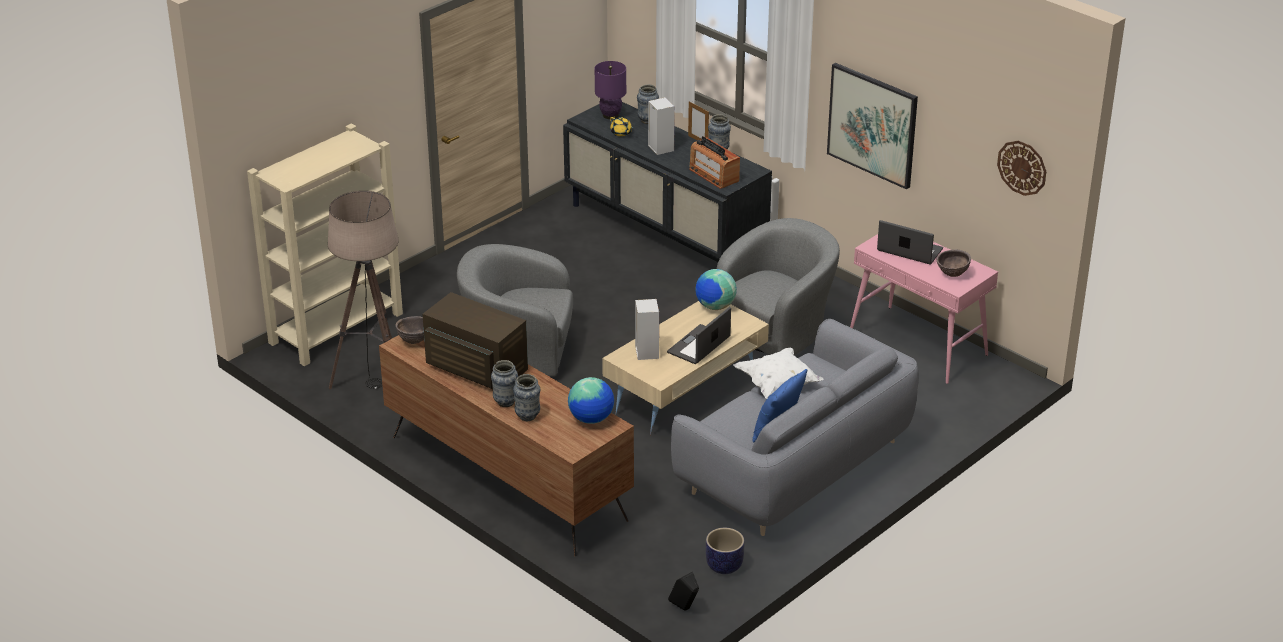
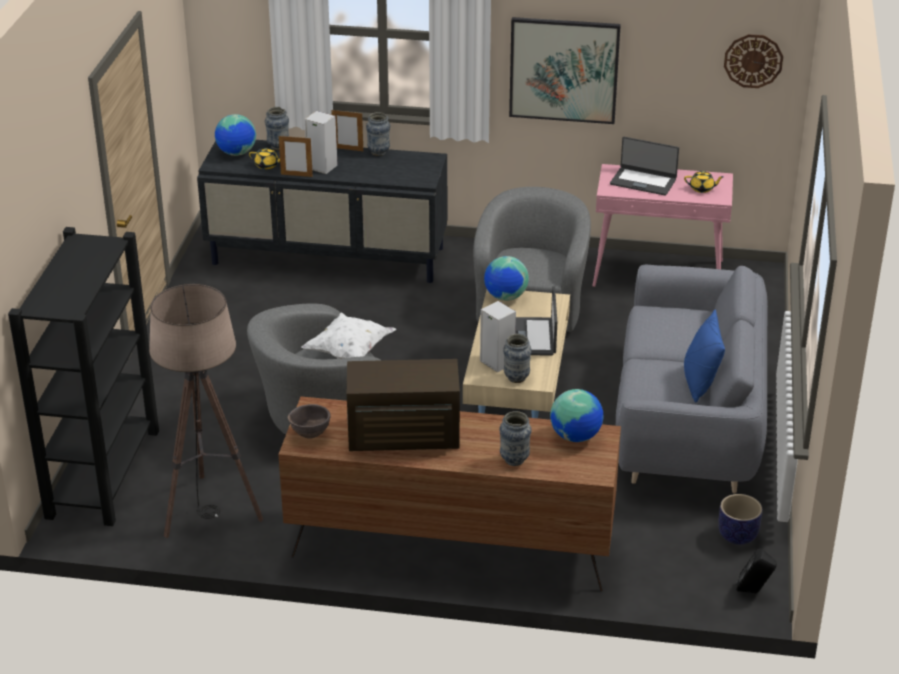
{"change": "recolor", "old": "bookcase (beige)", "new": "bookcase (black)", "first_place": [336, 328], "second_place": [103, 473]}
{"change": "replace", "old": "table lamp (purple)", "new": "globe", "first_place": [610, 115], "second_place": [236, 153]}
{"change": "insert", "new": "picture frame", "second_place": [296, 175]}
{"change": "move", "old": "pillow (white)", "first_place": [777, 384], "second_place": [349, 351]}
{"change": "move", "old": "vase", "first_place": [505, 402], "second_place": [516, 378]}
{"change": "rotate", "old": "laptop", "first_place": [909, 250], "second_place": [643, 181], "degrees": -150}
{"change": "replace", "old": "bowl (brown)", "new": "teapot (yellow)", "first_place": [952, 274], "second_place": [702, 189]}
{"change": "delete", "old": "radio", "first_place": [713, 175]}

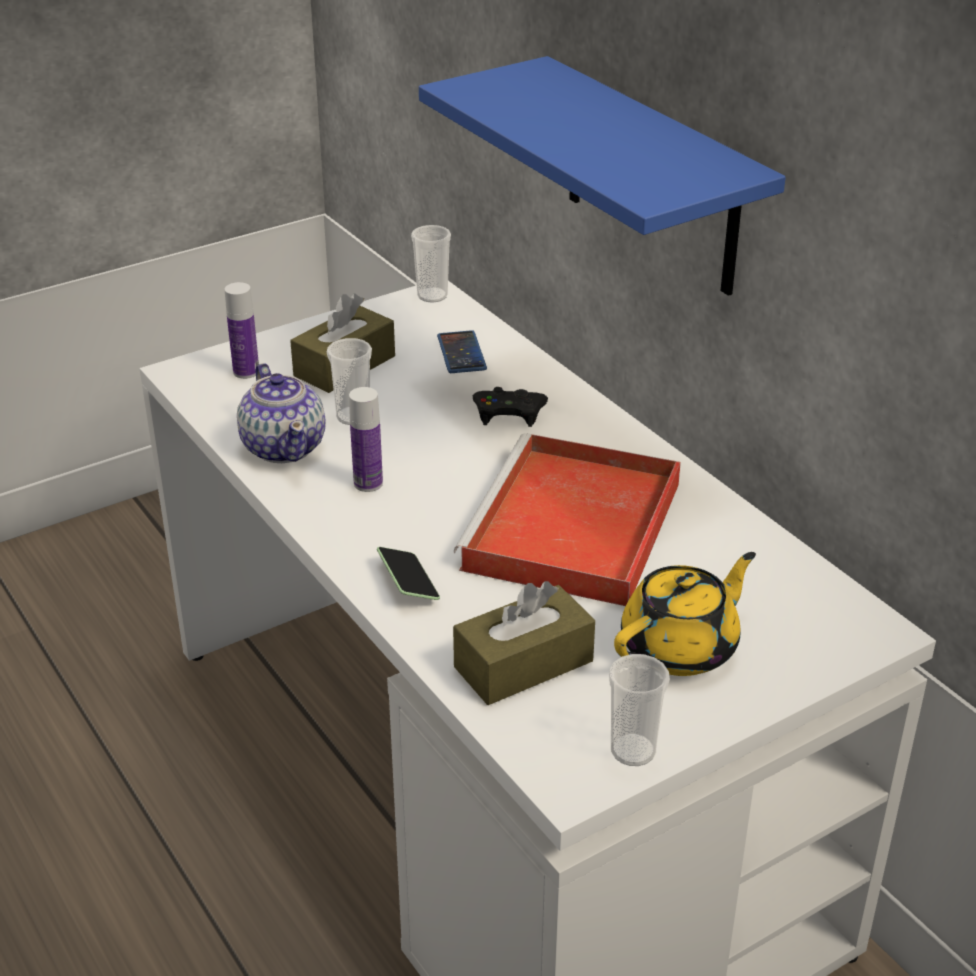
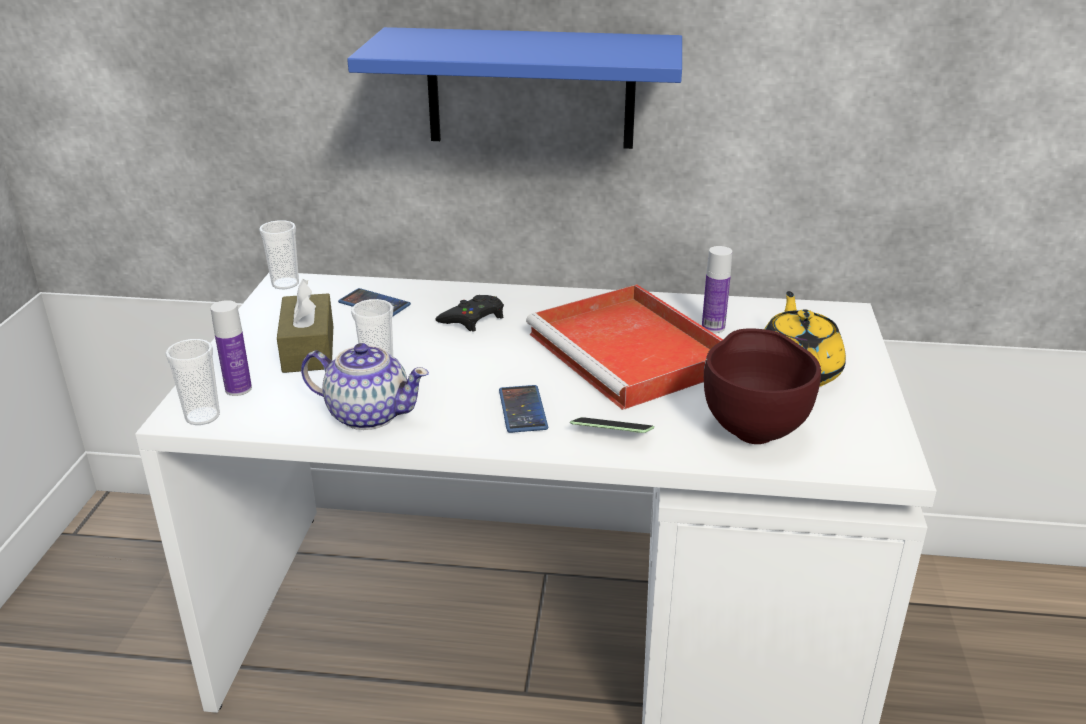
{"change": "move", "old": "cup", "first_place": [633, 751], "second_place": [202, 416]}
{"change": "insert", "new": "phone", "second_place": [522, 410]}
{"change": "move", "old": "bottle", "first_place": [368, 483], "second_place": [713, 327]}
{"change": "replace", "old": "tissue box (brown)", "new": "bowl (brown)", "first_place": [523, 664], "second_place": [753, 430]}

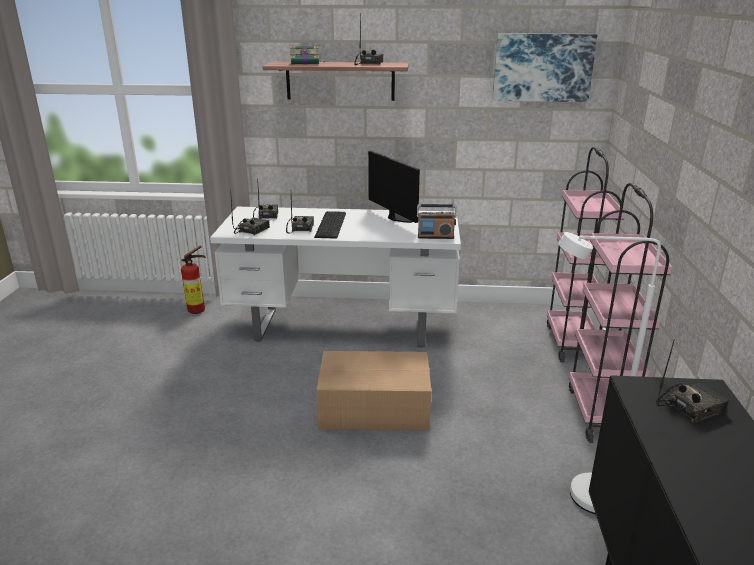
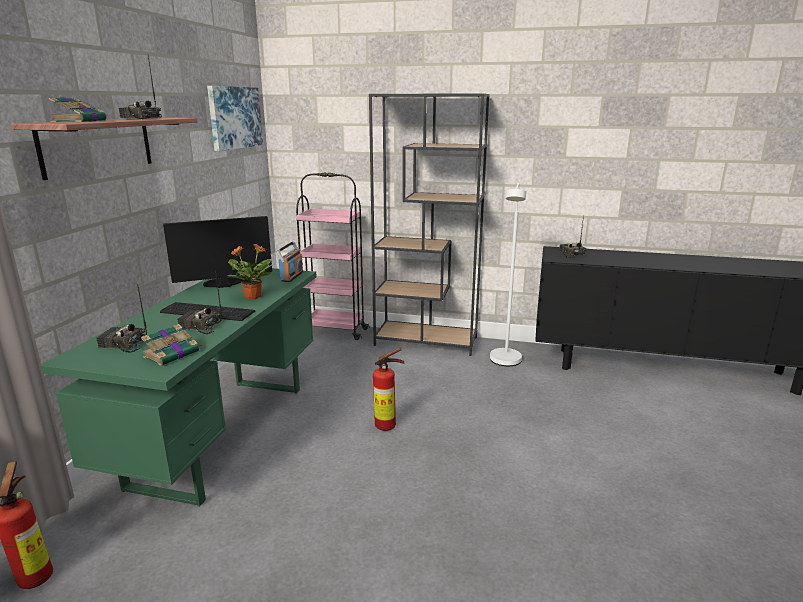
{"change": "recolor", "old": "desk (white)", "new": "desk (green)", "first_place": [343, 327], "second_place": [223, 432]}
{"change": "replace", "old": "radio", "new": "book", "first_place": [251, 230], "second_place": [172, 354]}
{"change": "insert", "new": "potted plant", "second_place": [252, 297]}
{"change": "replace", "old": "cart (pink)", "new": "bookcase", "first_place": [599, 415], "second_place": [426, 341]}
{"change": "replace", "old": "cardboard box", "new": "fire extinguisher", "first_place": [376, 408], "second_place": [388, 426]}

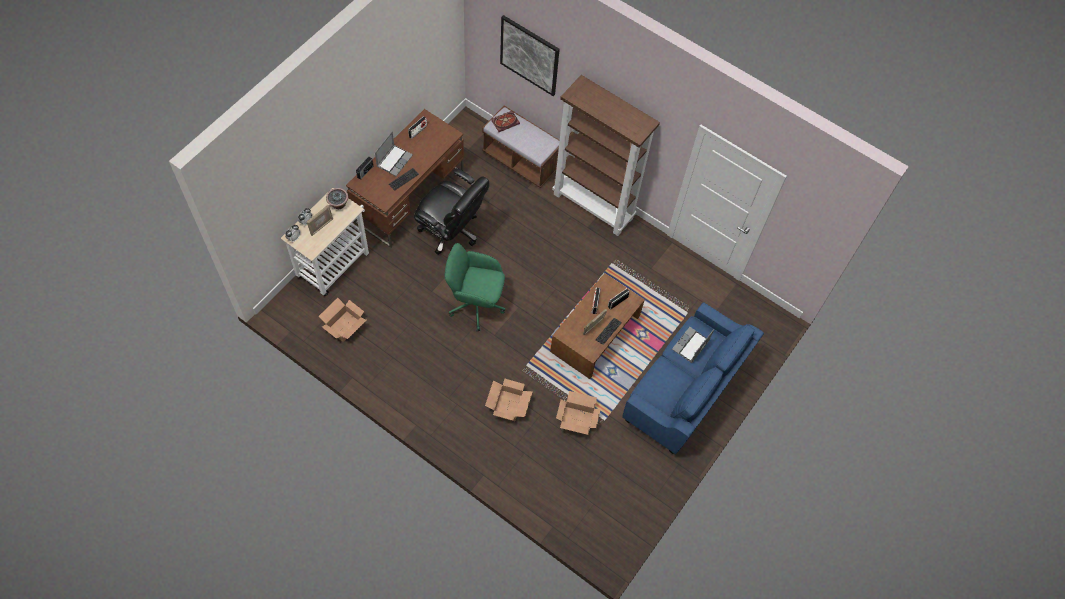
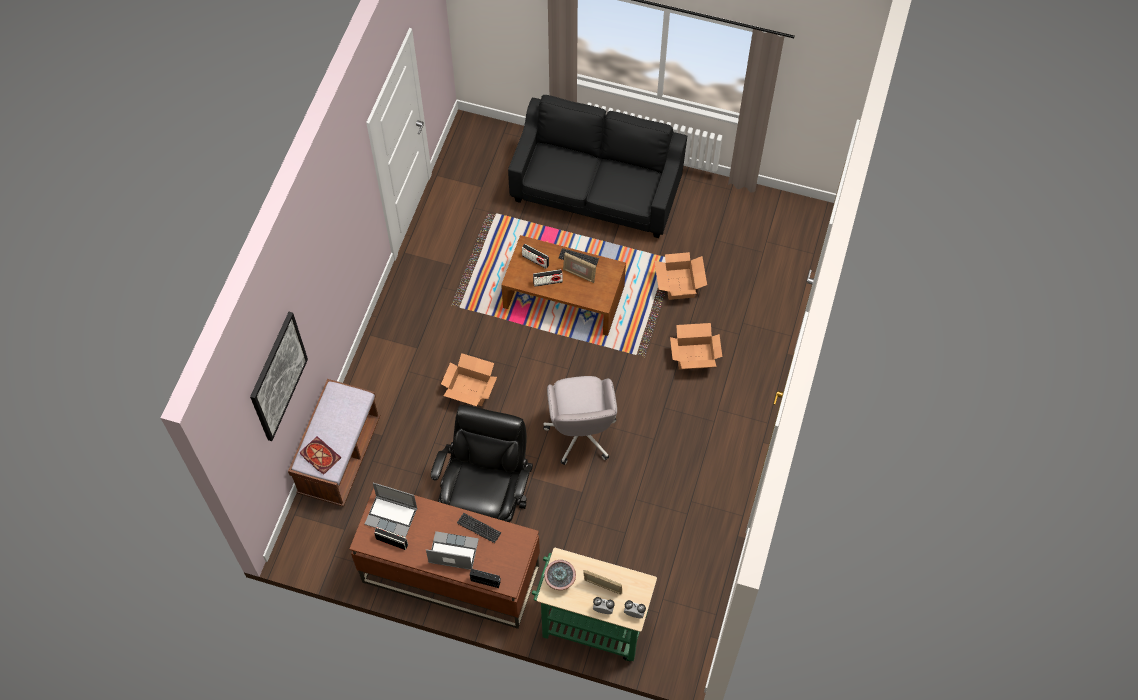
{"change": "move", "old": "laptop", "first_place": [690, 346], "second_place": [392, 516]}
{"change": "move", "old": "cardboard box", "first_place": [345, 326], "second_place": [470, 389]}
{"change": "recolor", "old": "sofa (blue)", "new": "sofa (black)", "first_place": [684, 390], "second_place": [596, 193]}
{"change": "recolor", "old": "cart (white)", "new": "cart (green)", "first_place": [334, 264], "second_place": [592, 626]}
{"change": "recolor", "old": "office chair (green)", "new": "office chair (grey)", "first_place": [475, 305], "second_place": [581, 435]}
{"change": "delete", "old": "bookcase (brown)", "first_place": [594, 206]}

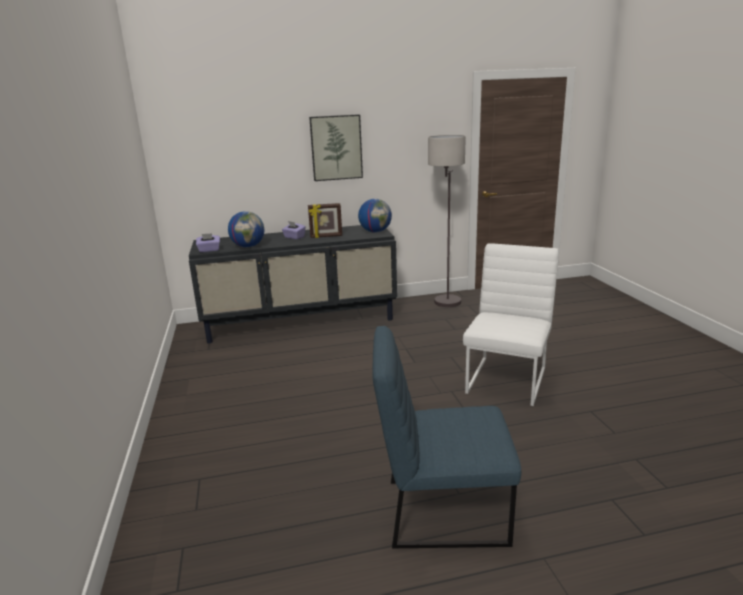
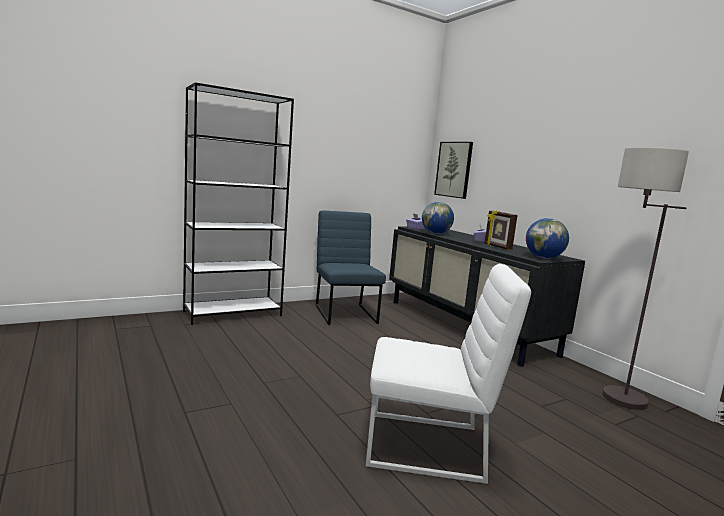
{"change": "insert", "new": "bookcase (white)", "second_place": [233, 313]}
{"change": "move", "old": "chair (blue)", "first_place": [441, 510], "second_place": [345, 313]}
{"change": "move", "old": "picture", "first_place": [336, 147], "second_place": [454, 169]}

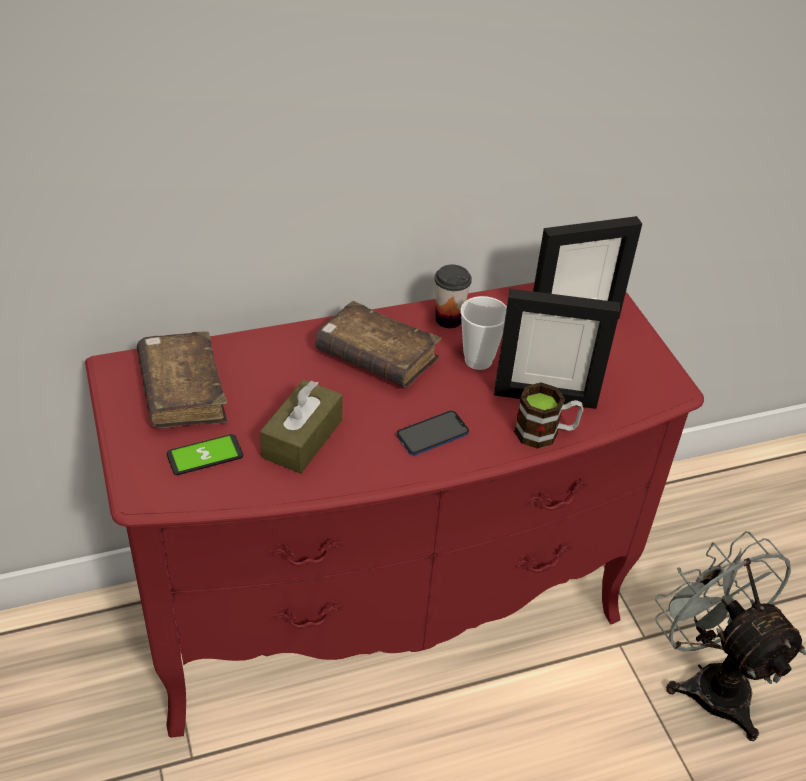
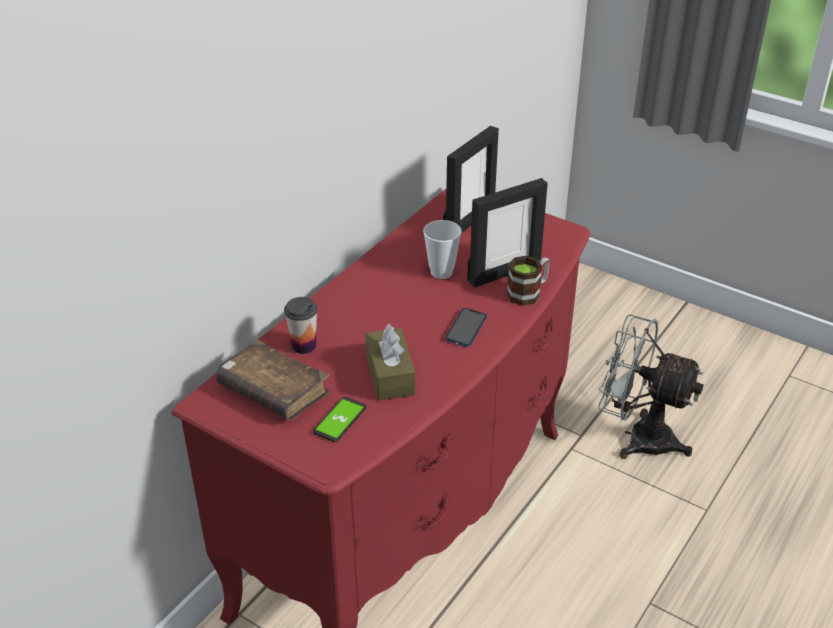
{"change": "move", "old": "cup", "first_place": [448, 319], "second_place": [303, 346]}
{"change": "delete", "old": "book (brown)", "first_place": [377, 357]}

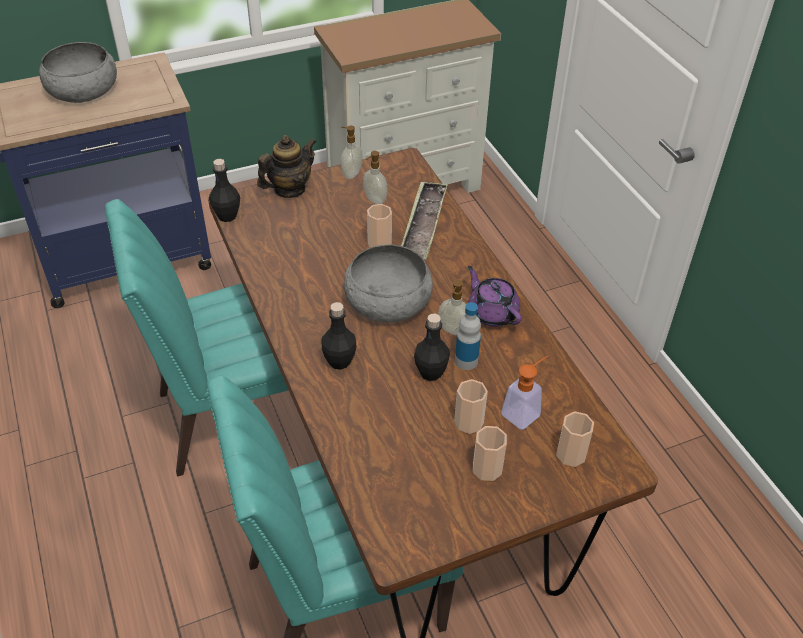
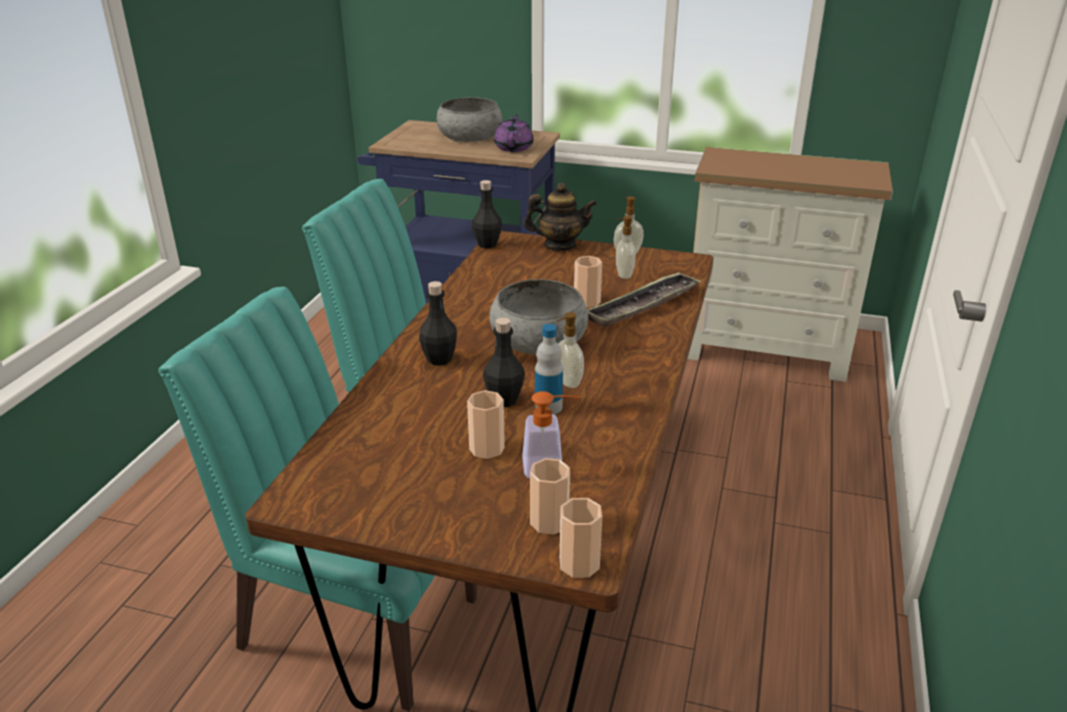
{"change": "move", "old": "teapot (purple)", "first_place": [492, 312], "second_place": [514, 147]}
{"change": "move", "old": "cup", "first_place": [487, 468], "second_place": [579, 564]}

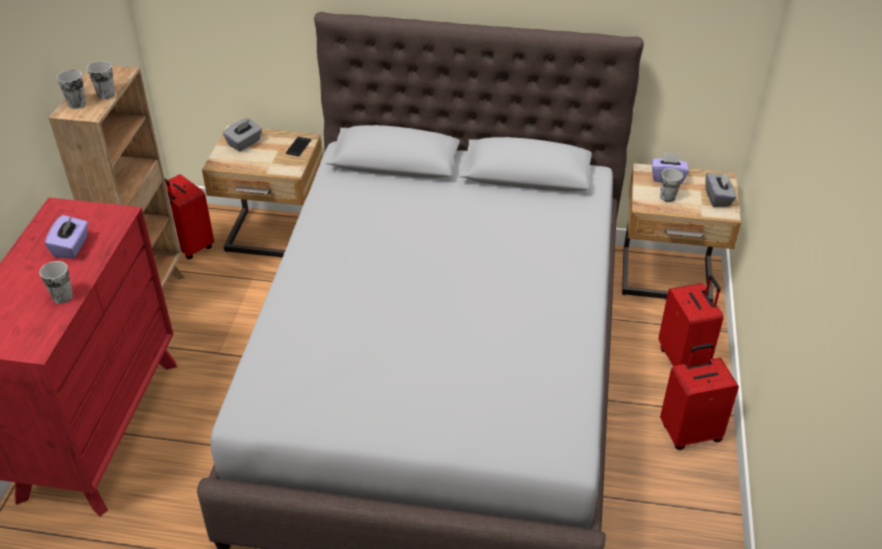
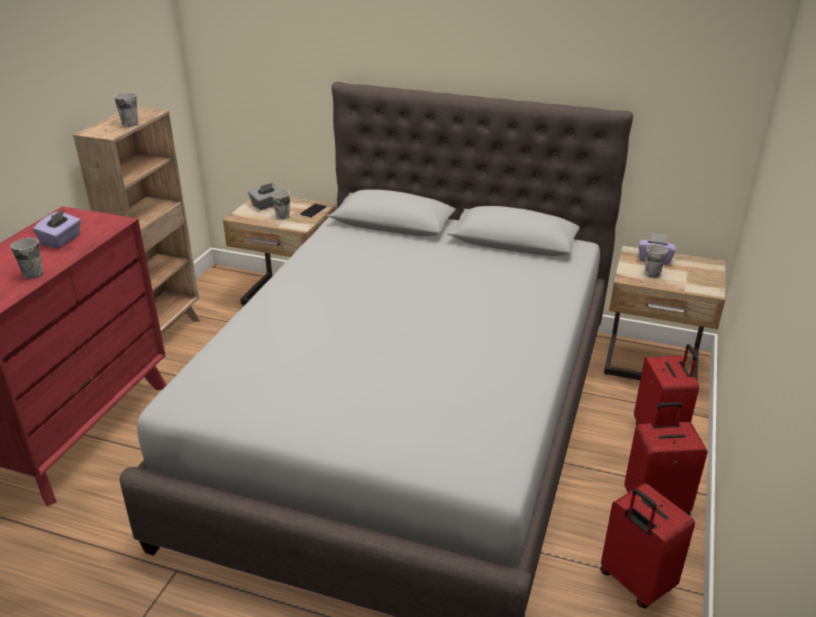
{"change": "move", "old": "cup", "first_place": [77, 104], "second_place": [282, 216]}
{"change": "move", "old": "suitcase (red)", "first_place": [189, 246], "second_place": [634, 583]}
{"change": "delete", "old": "tissue box (grey)", "first_place": [718, 198]}

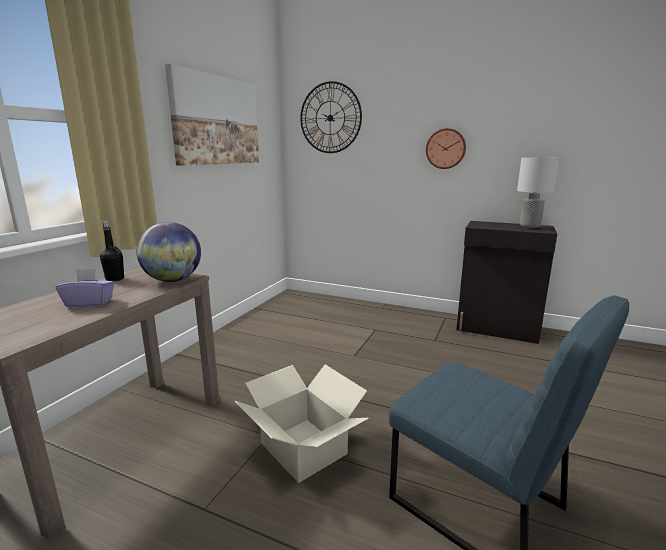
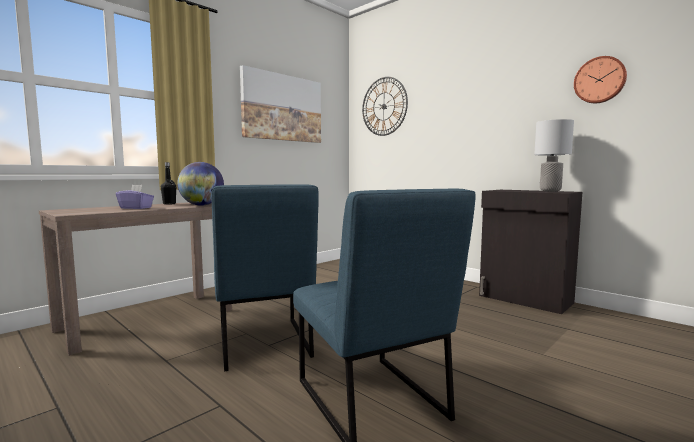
{"change": "replace", "old": "cardboard box", "new": "chair (blue)", "first_place": [303, 449], "second_place": [263, 344]}
{"change": "move", "old": "wall clock", "first_place": [446, 149], "second_place": [599, 80]}

